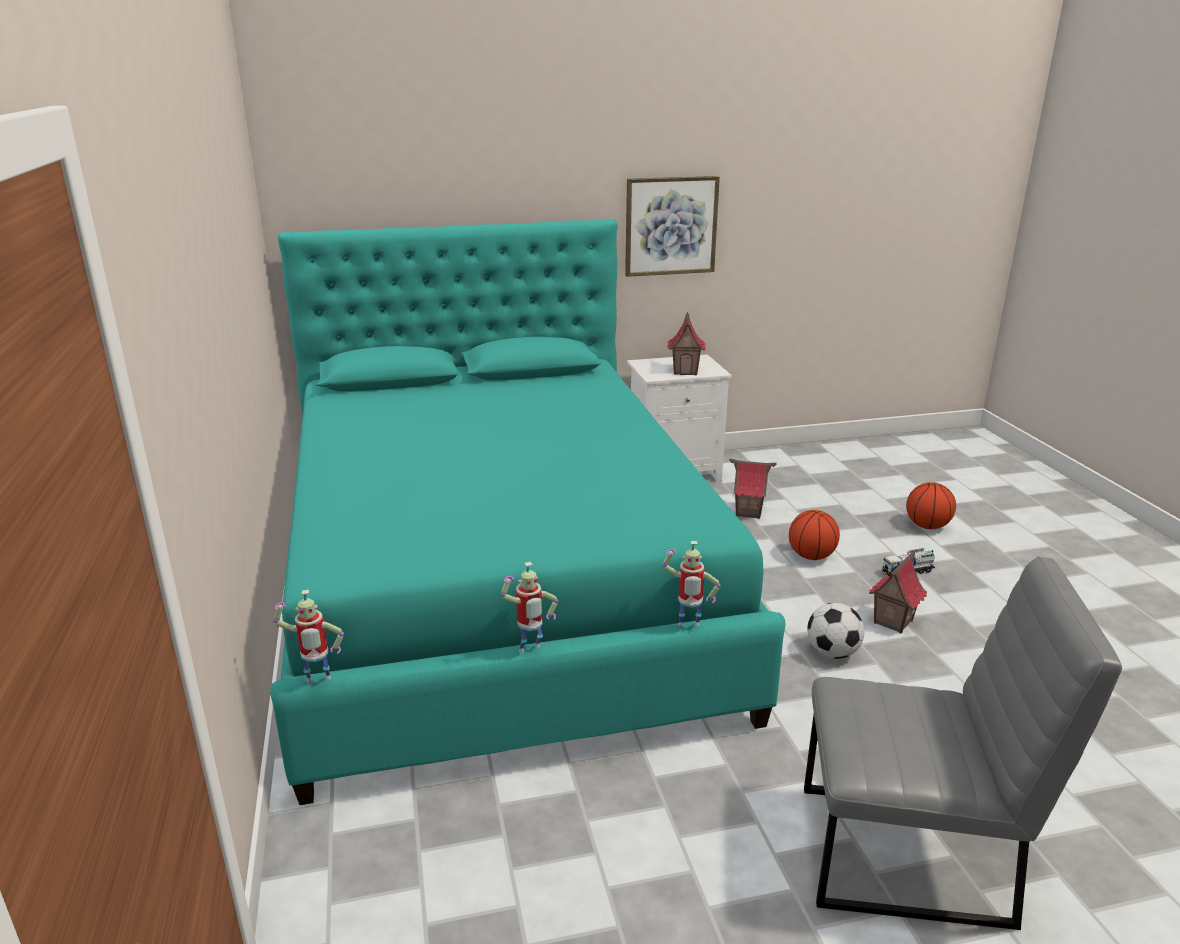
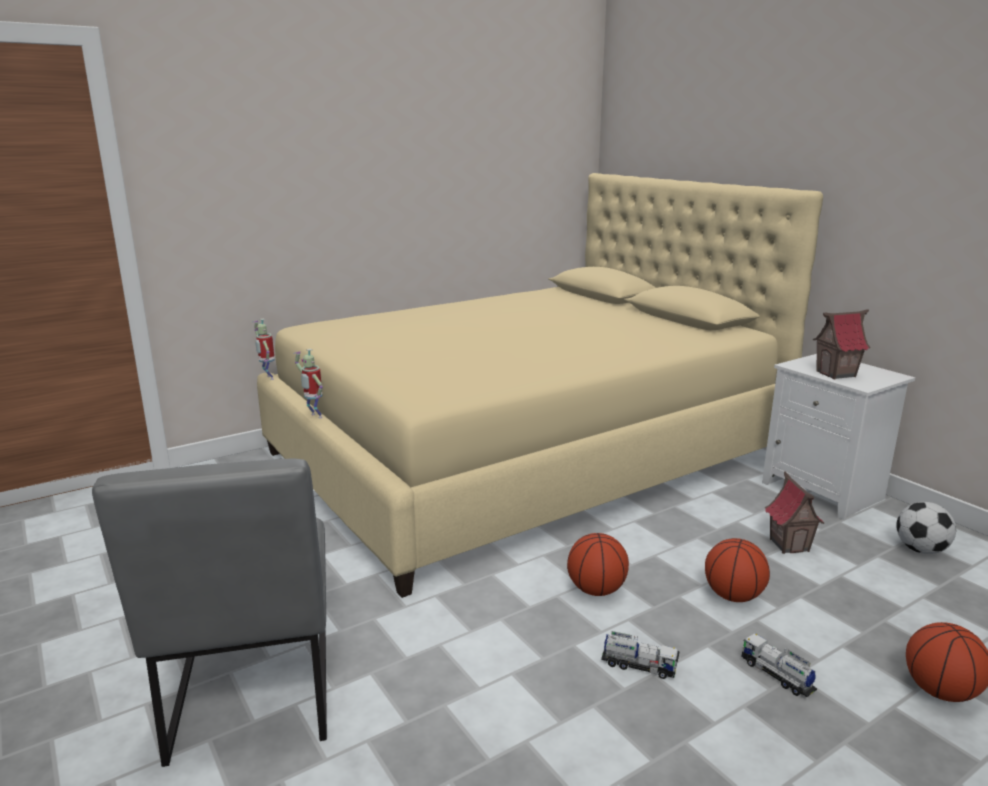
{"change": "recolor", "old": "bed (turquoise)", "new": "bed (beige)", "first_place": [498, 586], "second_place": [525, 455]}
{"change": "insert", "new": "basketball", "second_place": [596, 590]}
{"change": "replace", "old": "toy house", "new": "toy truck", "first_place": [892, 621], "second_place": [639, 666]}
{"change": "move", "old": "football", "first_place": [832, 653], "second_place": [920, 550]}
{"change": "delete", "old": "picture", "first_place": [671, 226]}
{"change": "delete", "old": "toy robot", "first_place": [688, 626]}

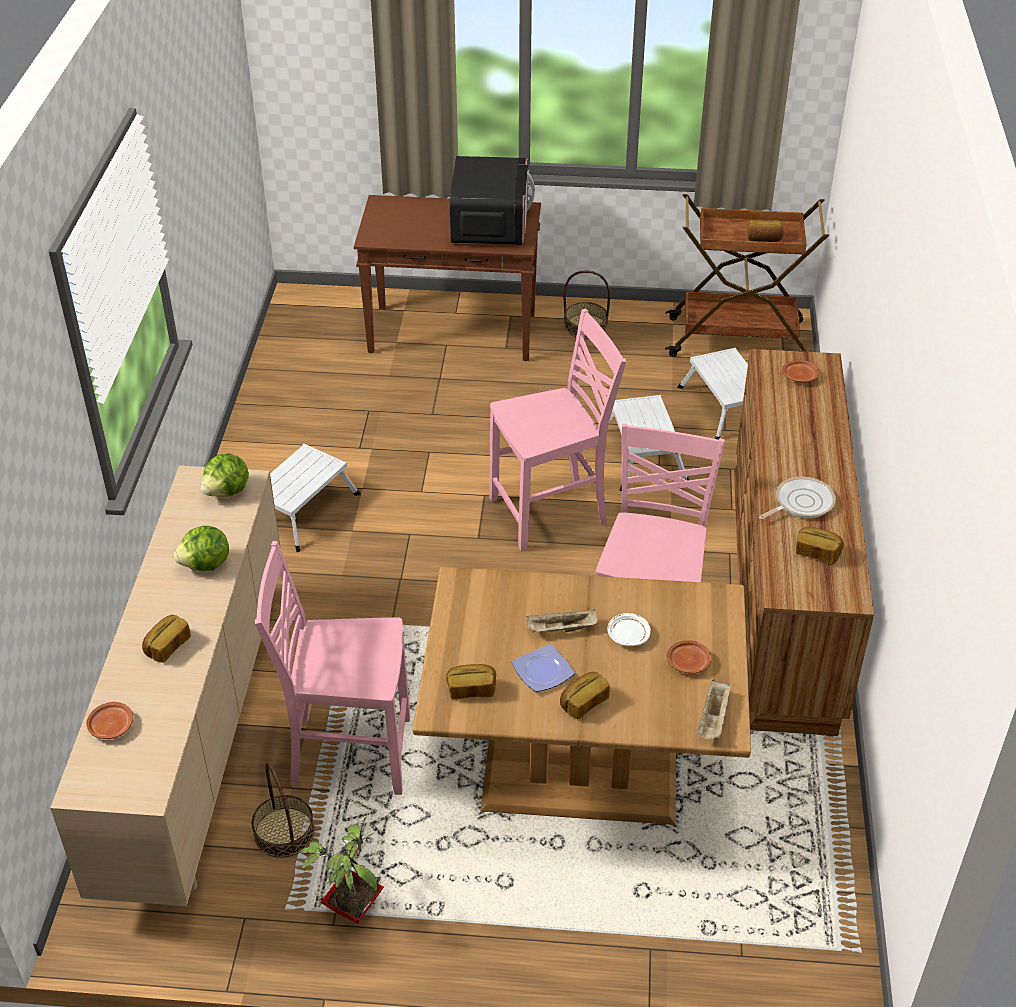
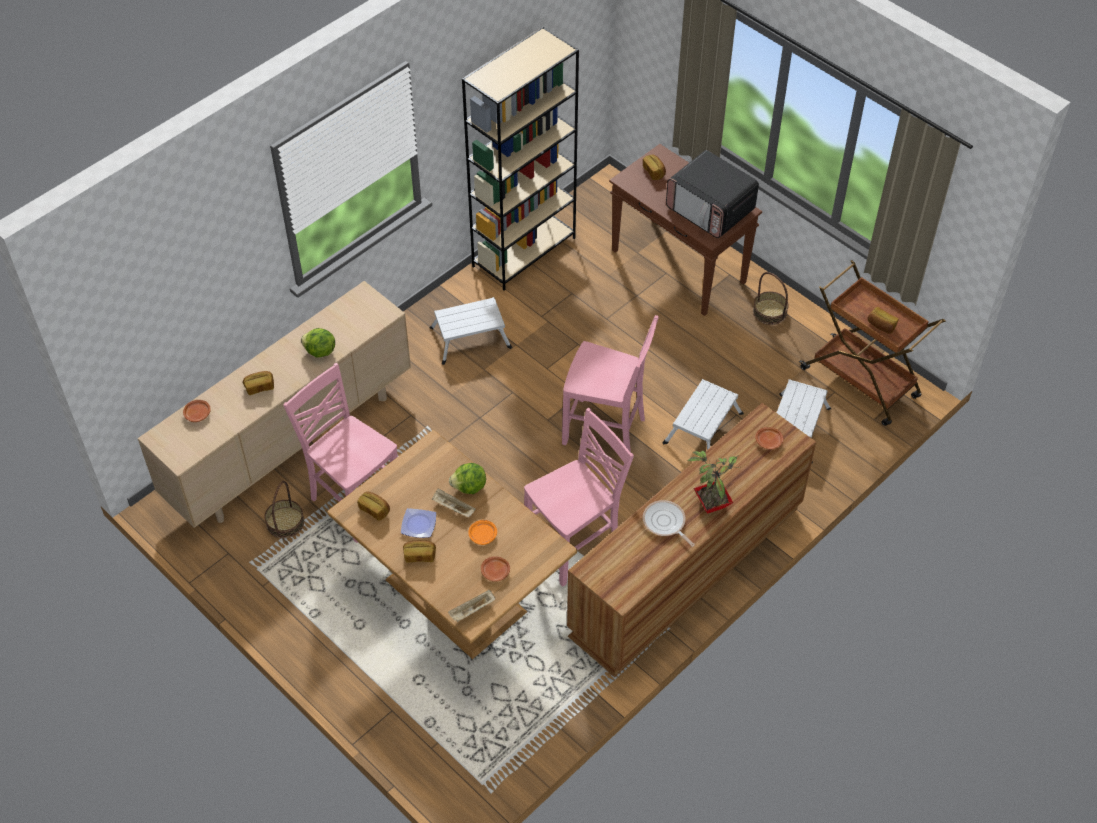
{"change": "move", "old": "lettuce", "first_place": [227, 491], "second_place": [469, 487]}
{"change": "insert", "new": "bookcase (beige)", "second_place": [524, 251]}
{"change": "recolor", "old": "plate (white)", "new": "plate (orange)", "first_place": [628, 635], "second_place": [483, 535]}
{"change": "move", "old": "bread", "first_place": [817, 552], "second_place": [654, 172]}
{"change": "rotate", "old": "frying pan", "first_place": [801, 503], "second_place": [665, 523], "degrees": -135}
{"change": "rotate", "old": "microwave", "first_place": [490, 223], "second_place": [710, 210], "degrees": 90}
{"change": "move", "old": "potted plant", "first_place": [351, 907], "second_place": [711, 503]}

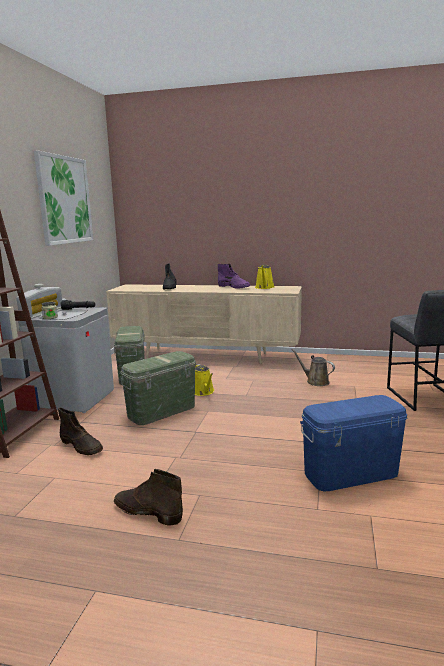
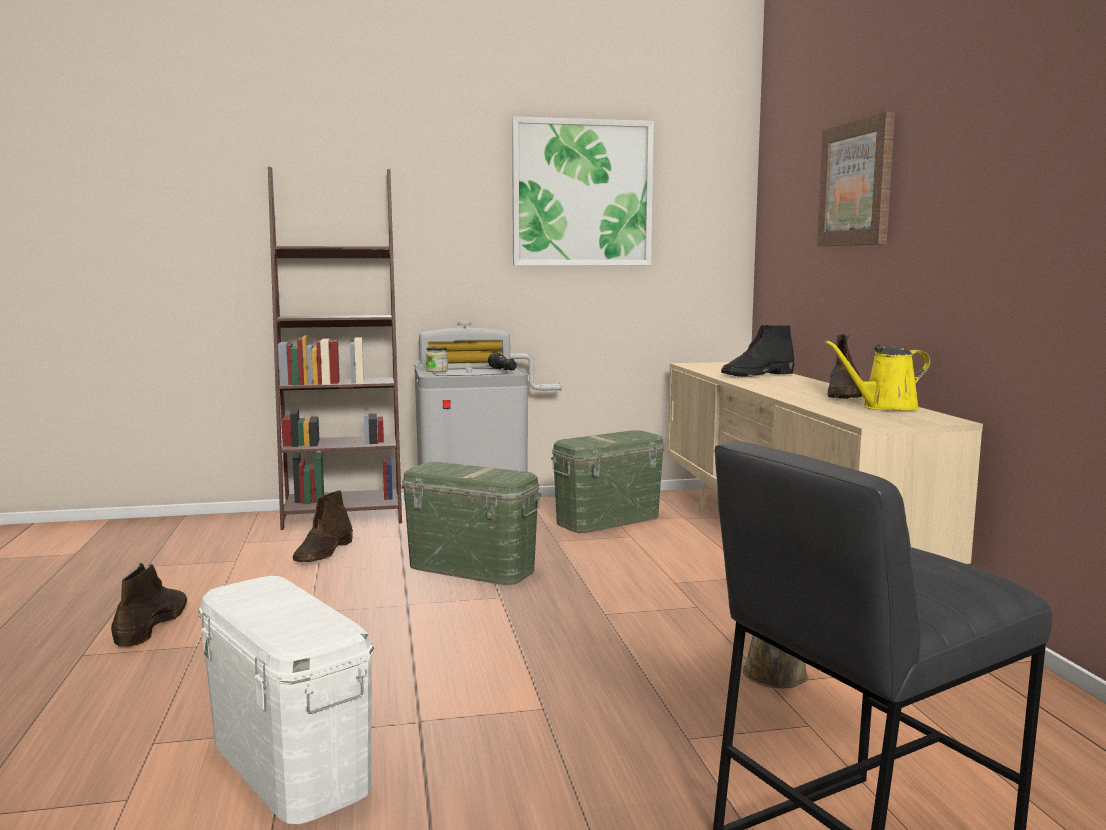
{"change": "recolor", "old": "storage box (blue)", "new": "storage box (white)", "first_place": [351, 473], "second_place": [288, 764]}
{"change": "insert", "new": "picture", "second_place": [857, 184]}
{"change": "recolor", "old": "boot (purple)", "new": "boot (brown)", "first_place": [234, 287], "second_place": [844, 395]}
{"change": "delete", "old": "watering can (yellow)", "first_place": [203, 392]}

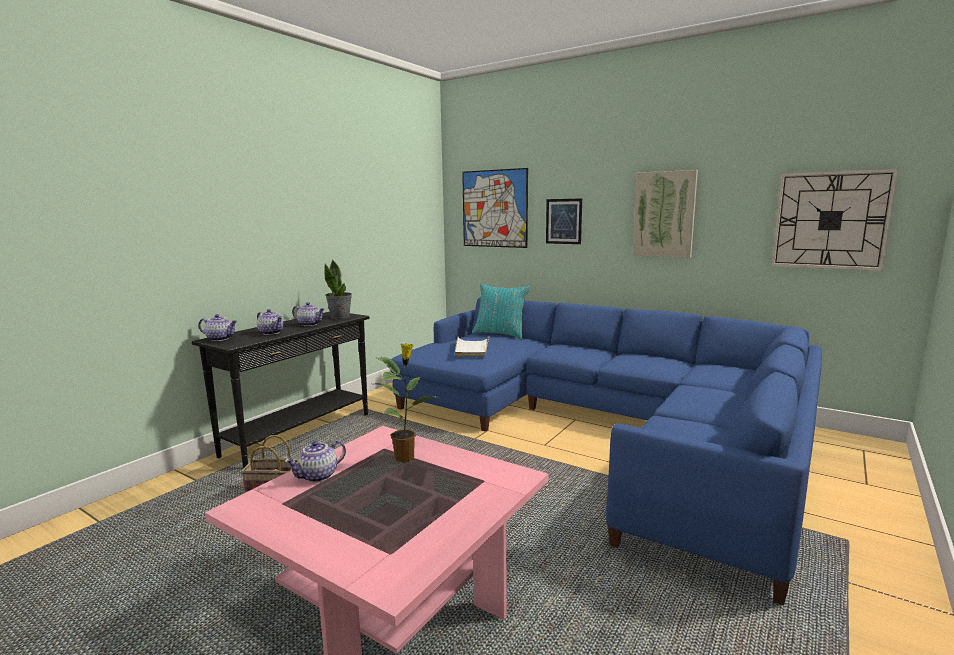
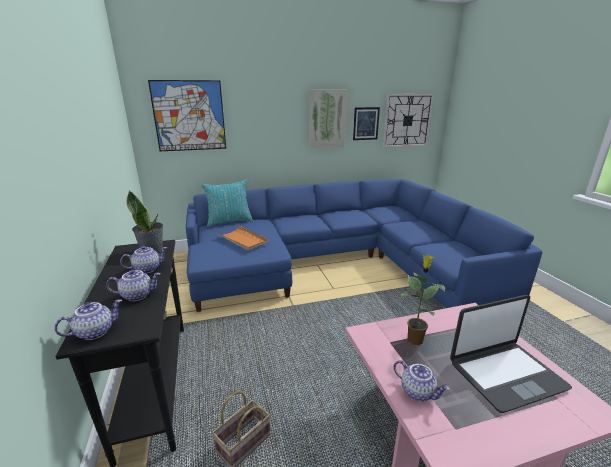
{"change": "recolor", "old": "tray (white)", "new": "tray (orange)", "first_place": [471, 348], "second_place": [243, 240]}
{"change": "move", "old": "picture", "first_place": [563, 221], "second_place": [366, 123]}
{"change": "rotate", "old": "teapot", "first_place": [318, 476], "second_place": [418, 391], "degrees": -45}
{"change": "insert", "new": "laptop", "second_place": [505, 374]}

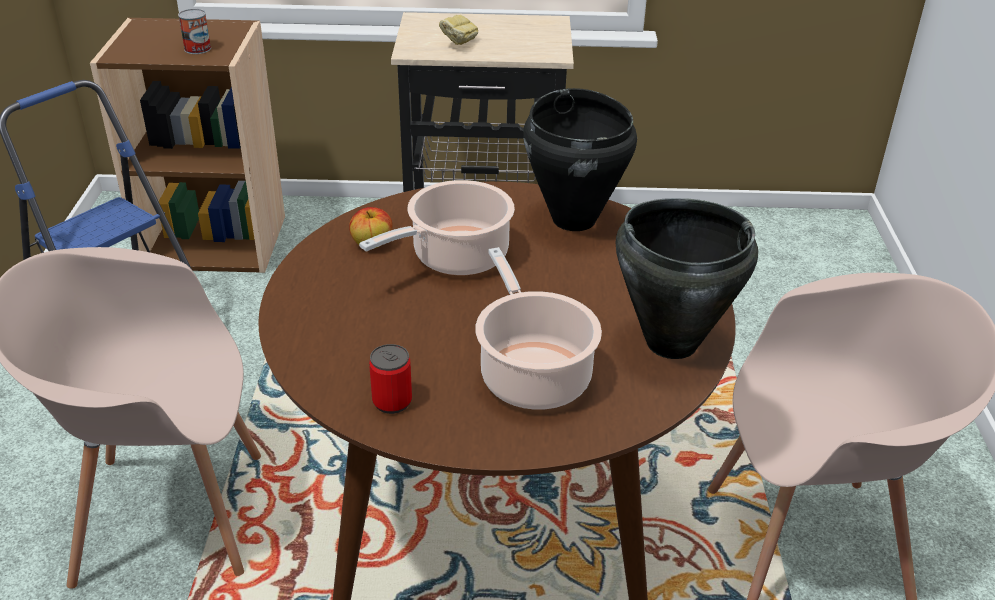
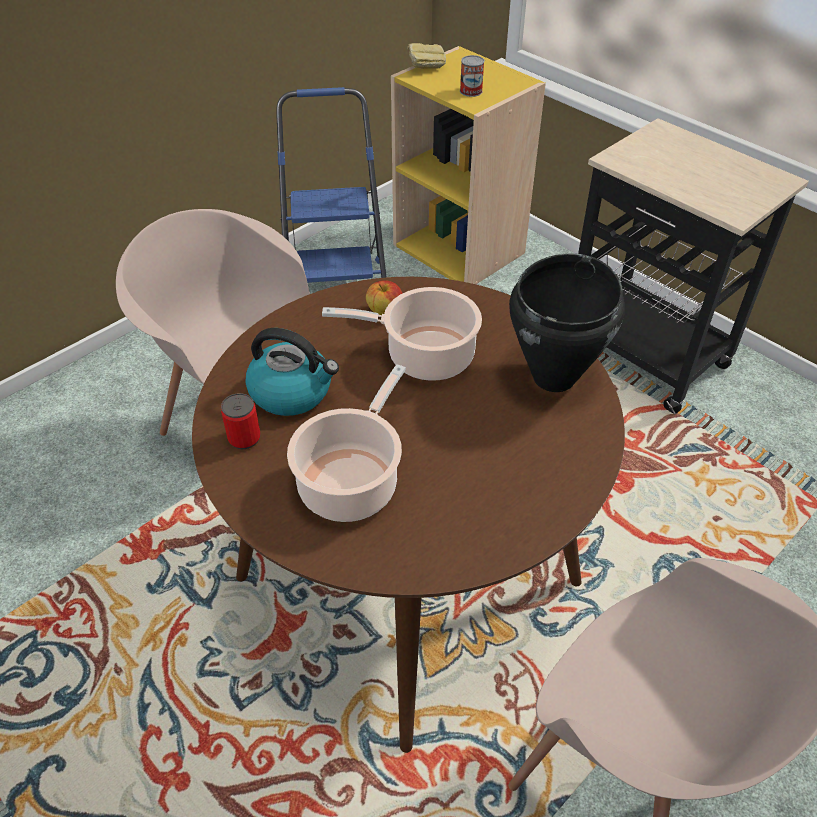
{"change": "insert", "new": "kettle", "second_place": [292, 392]}
{"change": "recolor", "old": "bookcase (brown)", "new": "bookcase (yellow)", "first_place": [216, 241], "second_place": [460, 249]}
{"change": "move", "old": "bread", "first_place": [458, 44], "second_place": [426, 68]}
{"change": "delete", "old": "cooking pot (black)", "first_place": [670, 342]}

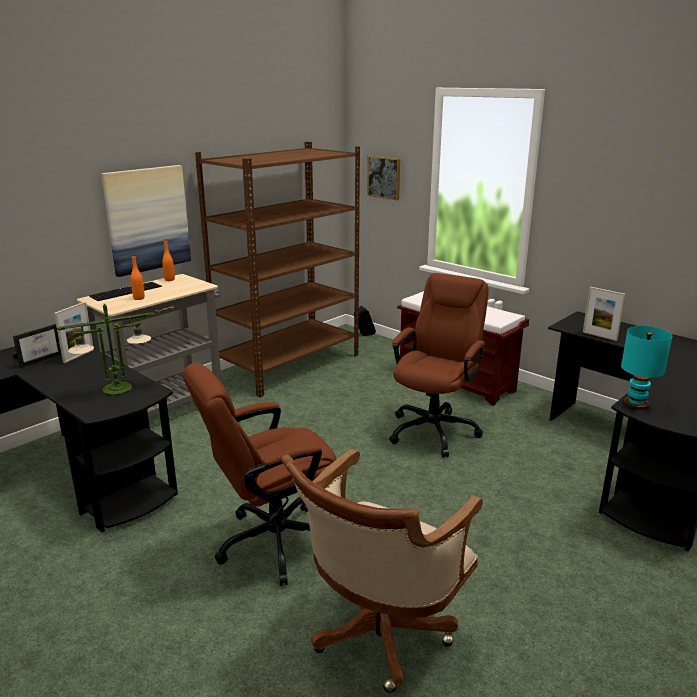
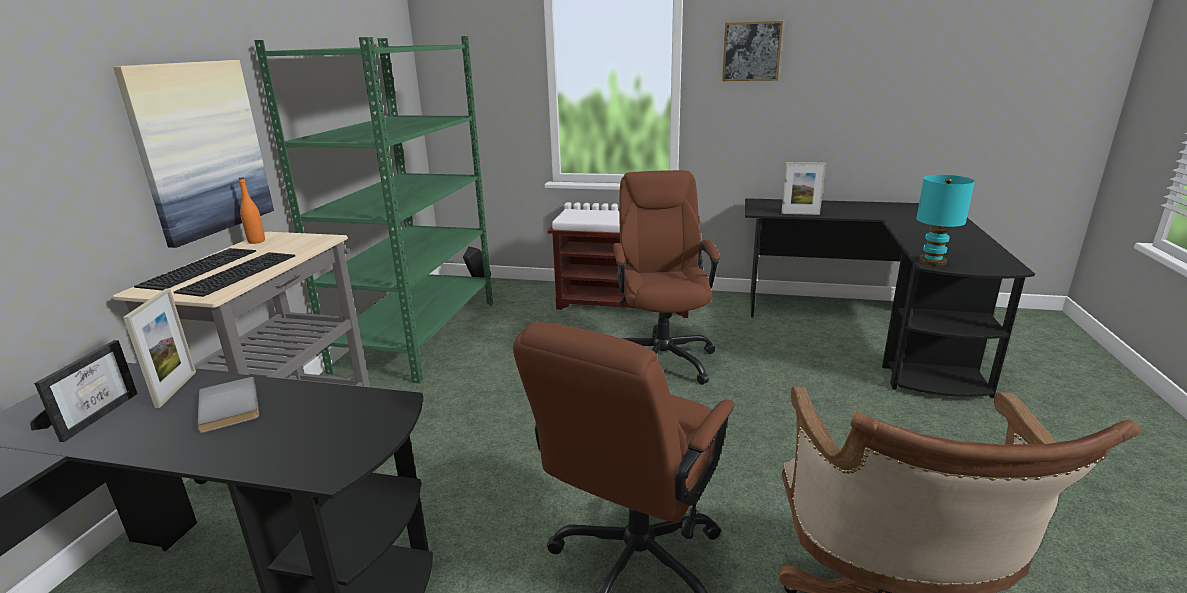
{"change": "replace", "old": "bottle (orange)", "new": "keyboard", "first_place": [139, 298], "second_place": [238, 272]}
{"change": "insert", "new": "book (grey)", "second_place": [232, 406]}
{"change": "recolor", "old": "bookcase (brown)", "new": "bookcase (green)", "first_place": [289, 364], "second_place": [419, 335]}
{"change": "move", "old": "picture", "first_place": [384, 177], "second_place": [751, 51]}
{"change": "delete", "old": "table lamp", "first_place": [118, 389]}

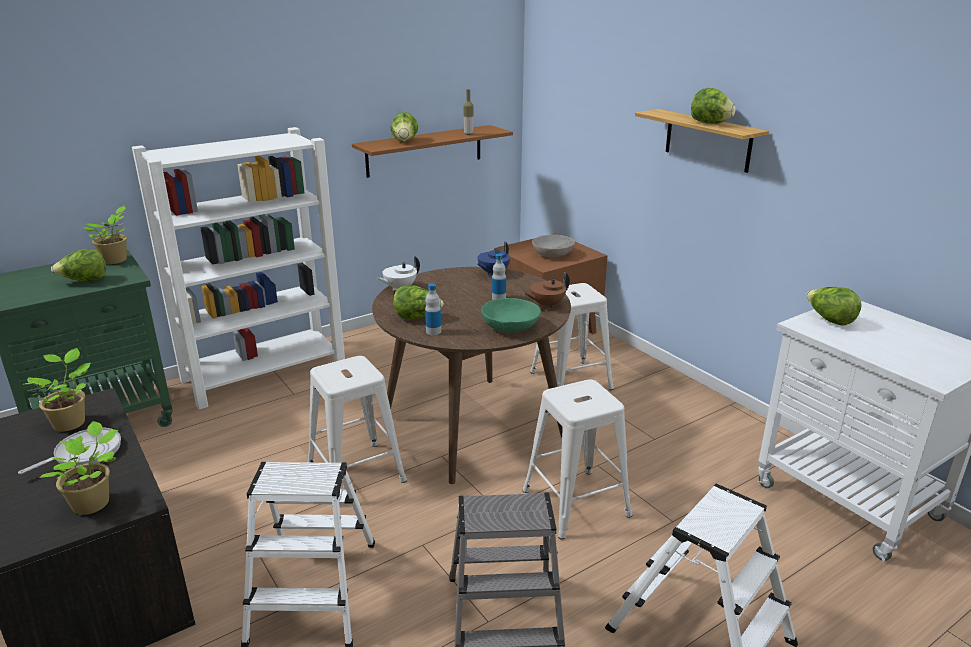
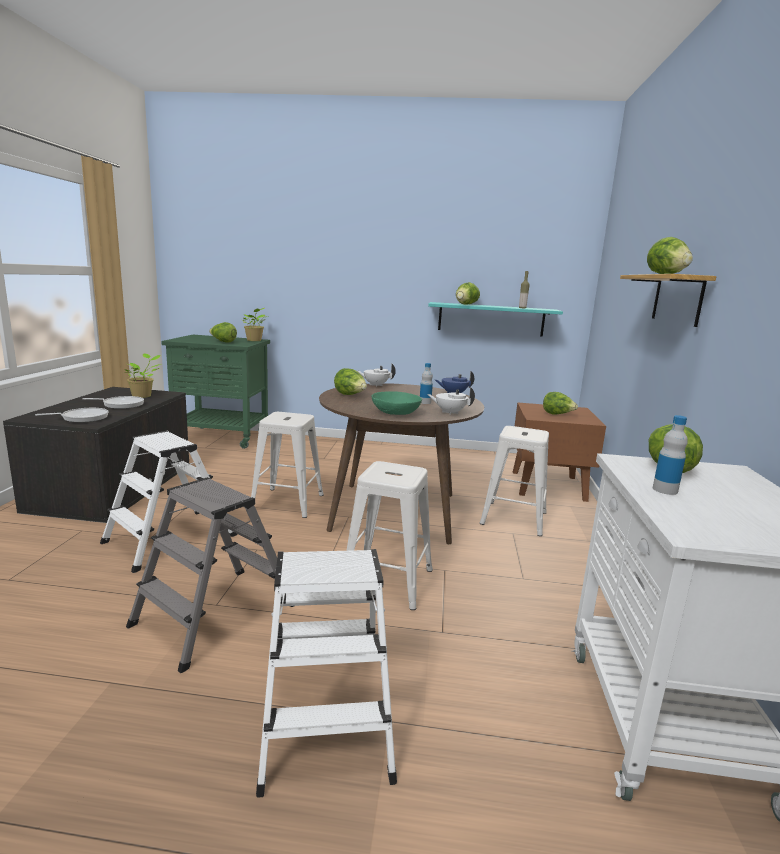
{"change": "replace", "old": "potted plant", "new": "frying pan", "first_place": [94, 503], "second_place": [82, 418]}
{"change": "recolor", "old": "teapot (brown)", "new": "teapot (white)", "first_place": [546, 305], "second_place": [450, 412]}
{"change": "recolor", "old": "shelf (brown)", "new": "shelf (turquoise)", "first_place": [424, 150], "second_place": [491, 319]}
{"change": "replace", "old": "bowl (grey)", "new": "lettuce", "first_place": [553, 254], "second_place": [557, 414]}
{"change": "move", "old": "bottle", "first_place": [433, 331], "second_place": [665, 490]}
{"change": "delete", "old": "bookcase (white)", "first_place": [264, 372]}

